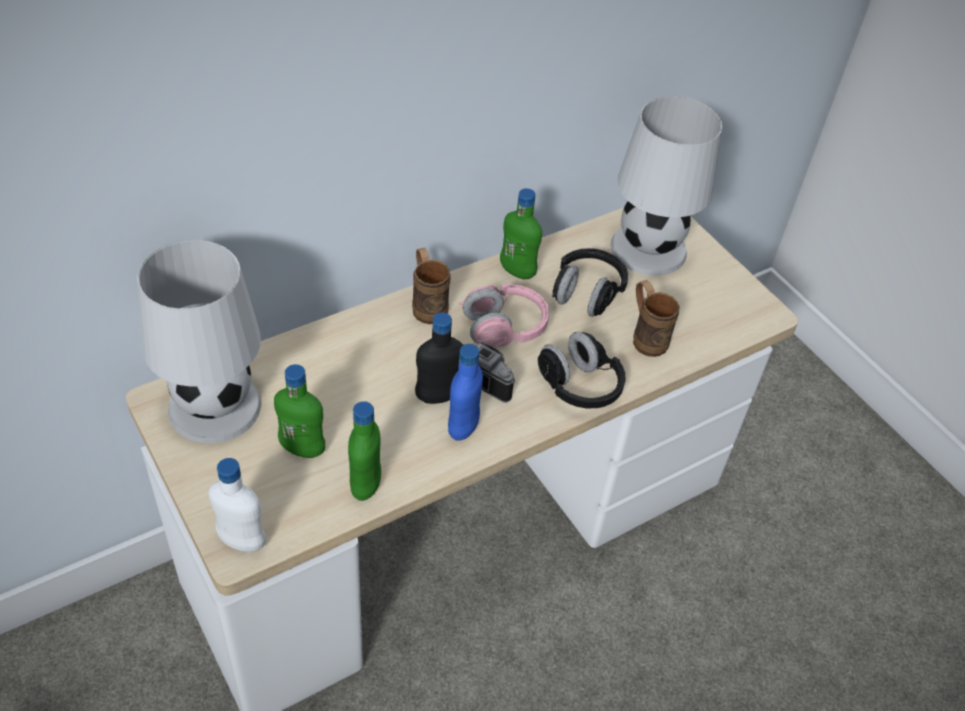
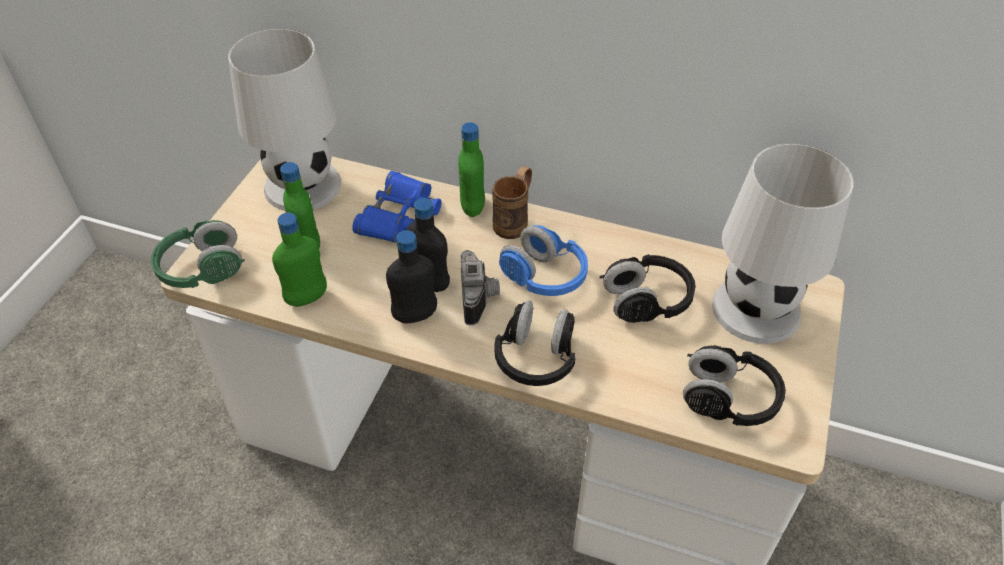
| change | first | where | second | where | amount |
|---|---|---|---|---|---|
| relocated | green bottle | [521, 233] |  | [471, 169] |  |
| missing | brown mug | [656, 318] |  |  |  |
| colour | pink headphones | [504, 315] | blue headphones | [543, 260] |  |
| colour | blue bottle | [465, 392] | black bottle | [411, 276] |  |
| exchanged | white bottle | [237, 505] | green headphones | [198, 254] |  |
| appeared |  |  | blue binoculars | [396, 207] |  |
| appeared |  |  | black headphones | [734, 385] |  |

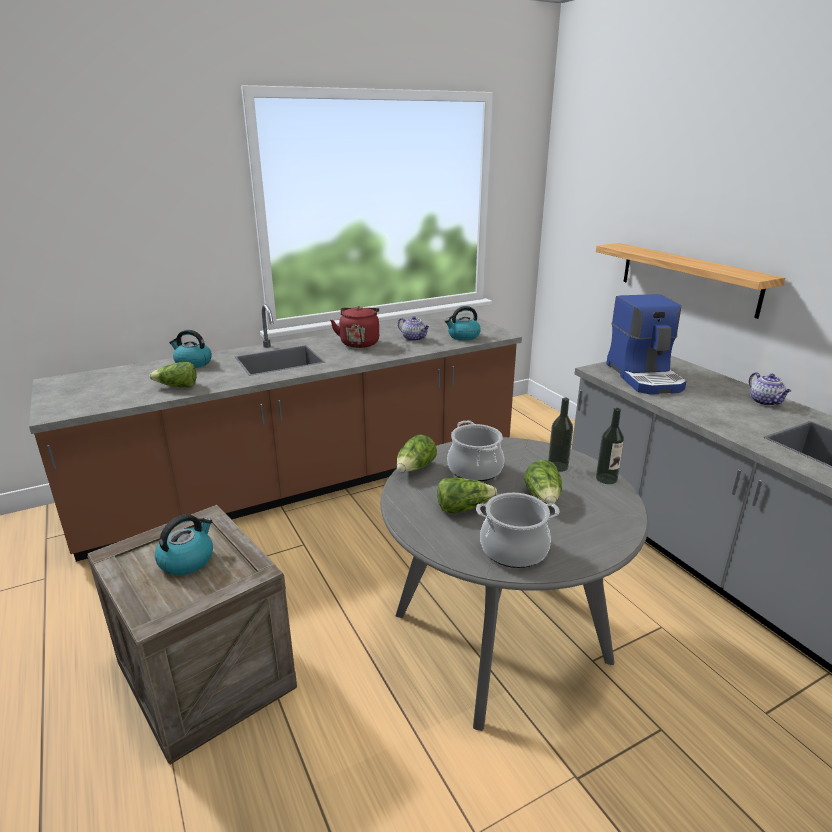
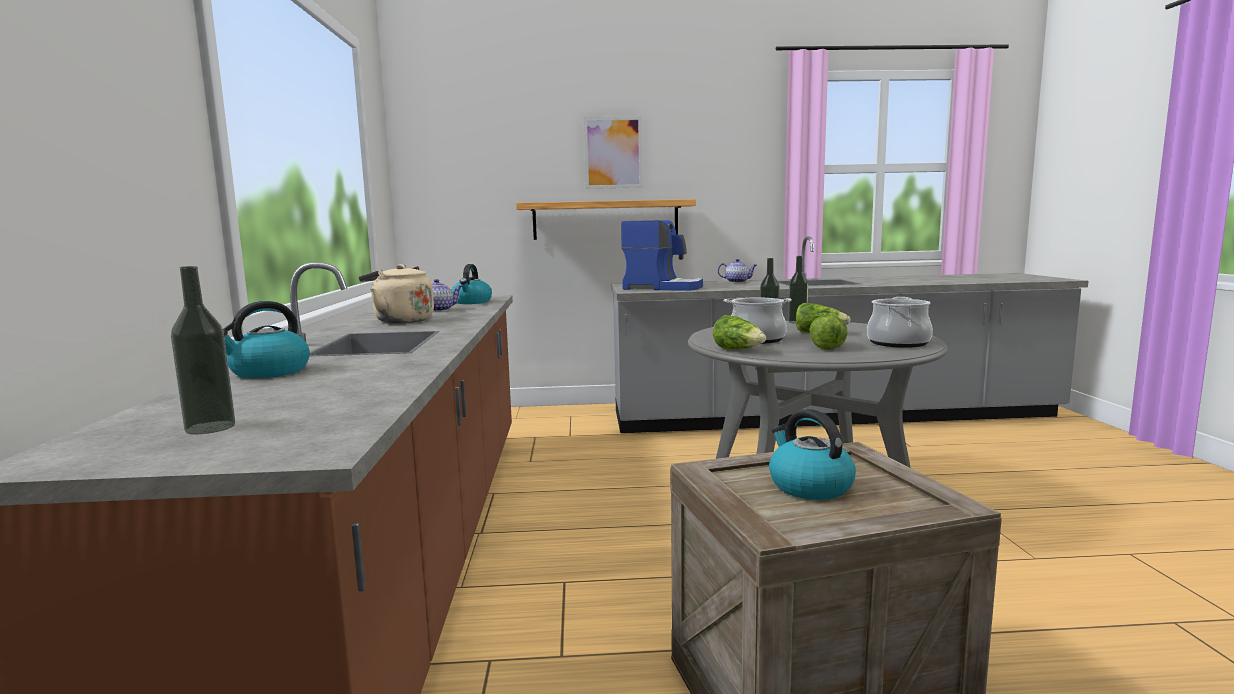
| change | first | where | second | where | amount |
|---|---|---|---|---|---|
| colour | red kettle | [354, 327] | beige kettle | [396, 293] |  |
| missing | lettuce | [173, 374] |  |  |  |
| appeared |  |  | picture | [613, 152] |  |
| appeared |  |  | bottle | [203, 350] |  |

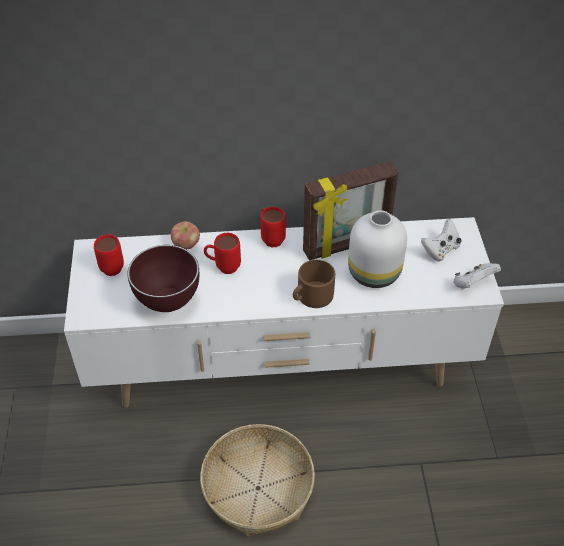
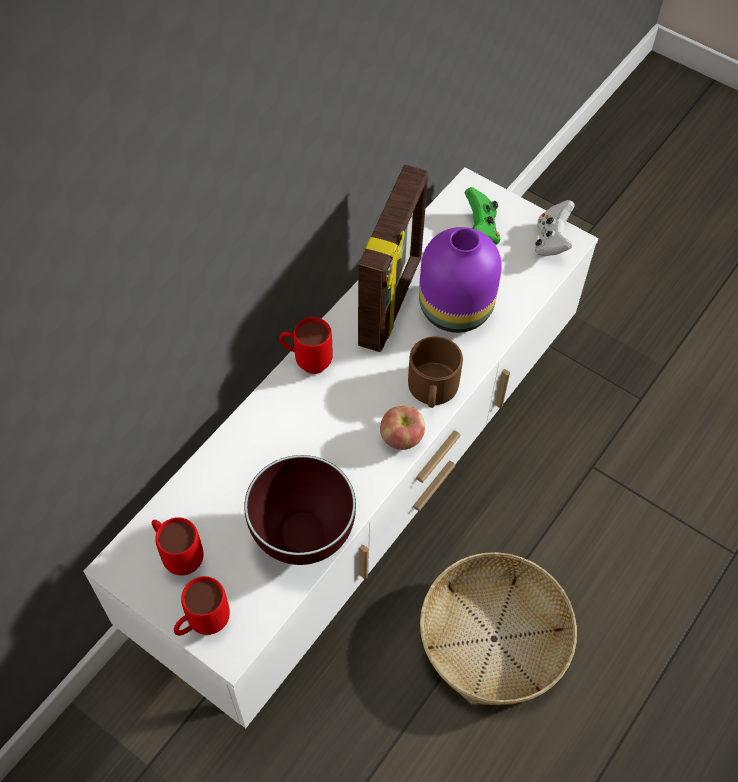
| change | first | where | second | where | amount |
|---|---|---|---|---|---|
| colour | white vase | [377, 249] | purple vase | [460, 280] |  |
| colour | white game controller | [441, 240] | green game controller | [482, 216] |  |
| relocated | apple | [185, 235] |  | [402, 428] |  |
| relocated | red mug | [222, 253] |  | [202, 606] |  |

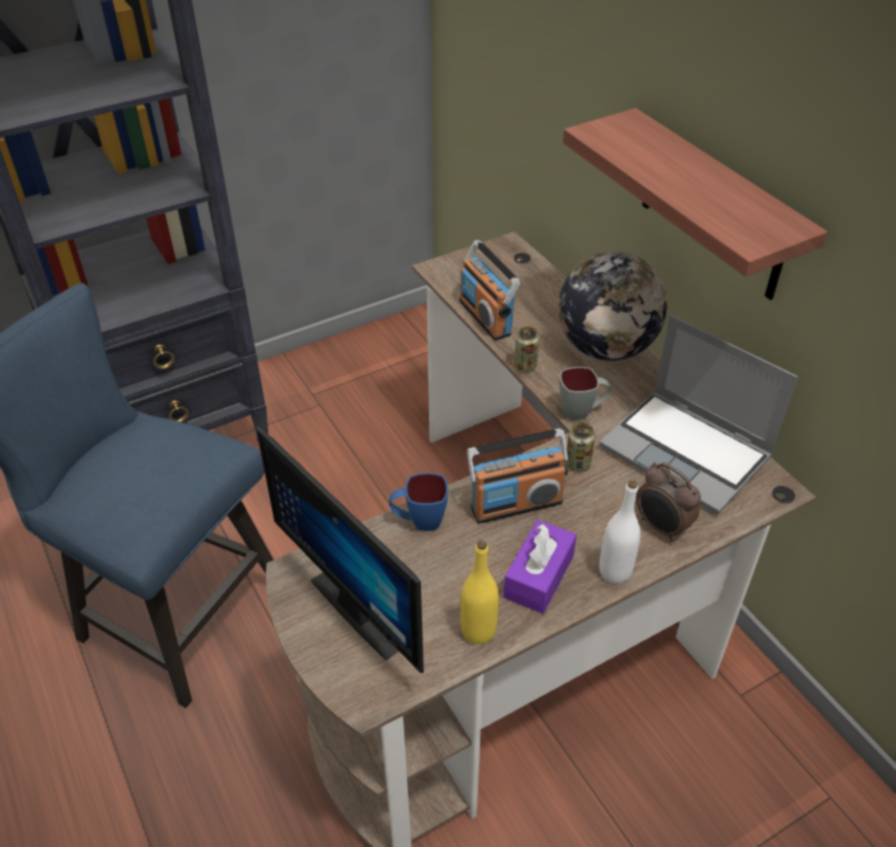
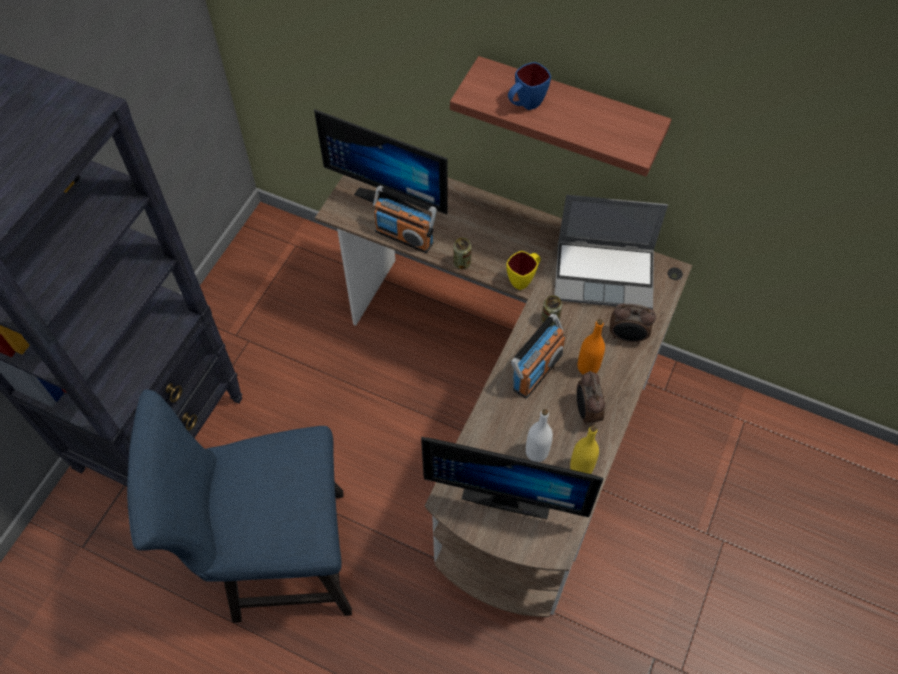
| change | first | where | second | where | amount |
|---|---|---|---|---|---|
| missing | globe | [612, 306] |  |  |  |
| colour | grey mug | [585, 393] | yellow mug | [523, 270] |  |
| relocated | blue mug | [418, 502] |  | [529, 86] |  |
| relocated | white bottle | [620, 532] |  | [539, 435] |  |
| exchanged | purple tissue box | [540, 567] | alarm clock | [591, 397] |  |
| appeared |  |  | monitor | [381, 161] |  |
| appeared |  |  | orange bottle | [591, 347] |  |

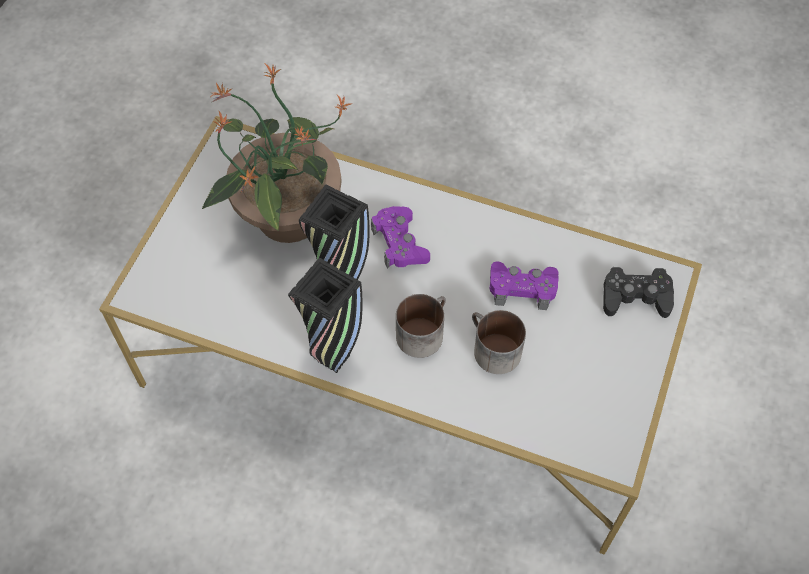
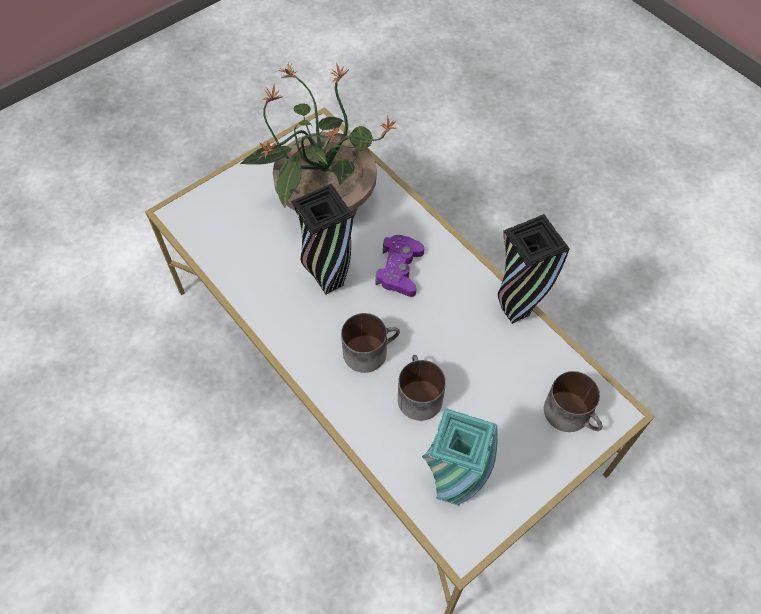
| change | first | where | second | where | amount |
|---|---|---|---|---|---|
| relocated | black vase | [325, 315] |  | [534, 269] |  |
| missing | purple game controller | [524, 285] |  |  |  |
| exchanged | black game controller | [638, 292] | mug | [573, 401] |  |
| appeared |  |  | turquoise vase | [460, 457] |  |

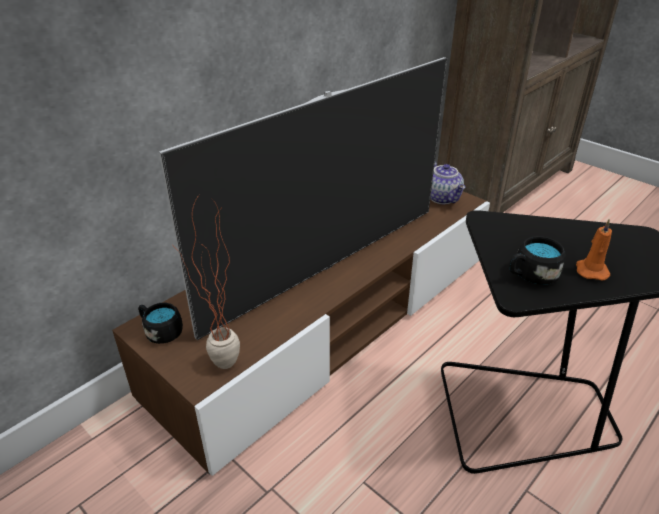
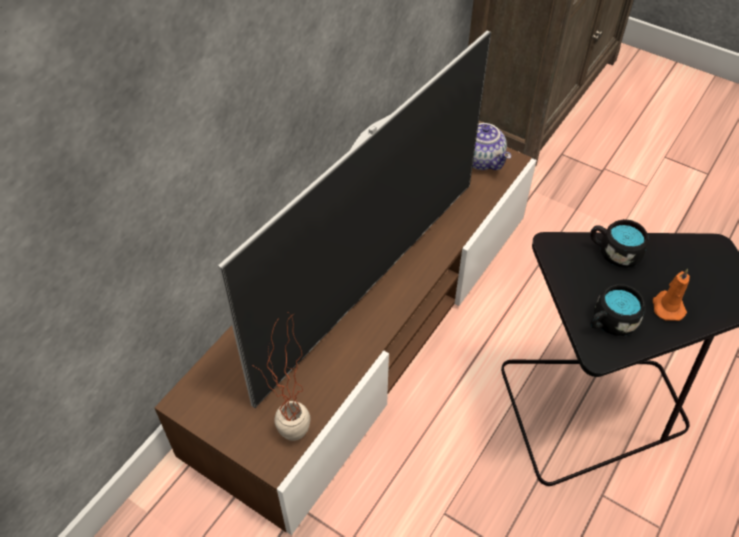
| change | first | where | second | where | amount |
|---|---|---|---|---|---|
| relocated | black mug | [160, 323] |  | [619, 243] |  |

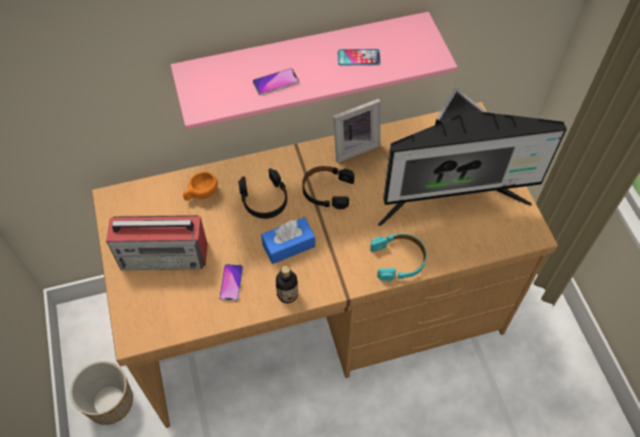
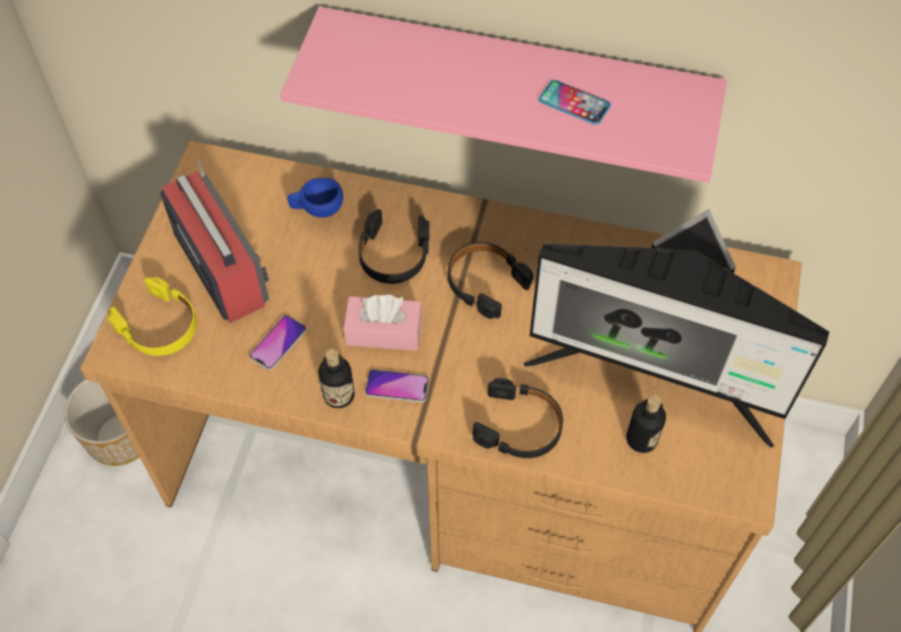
| change | first | where | second | where | amount |
|---|---|---|---|---|---|
| relocated | phone | [276, 81] |  | [397, 386] |  |
| missing | picture frame | [356, 131] |  |  |  |
| colour | orange cup | [200, 186] | blue cup | [315, 197] |  |
| spun | radio | [156, 242] |  | [214, 241] | 150 degrees counterclockwise |
| colour | blue tissue box | [288, 240] | pink tissue box | [382, 323] |  |
| colour | turquoise headphones | [398, 257] | black headphones | [517, 418] |  |
| appeared |  |  | yellow headphones | [152, 316] |  |
| appeared |  |  | bottle | [646, 423] |  |

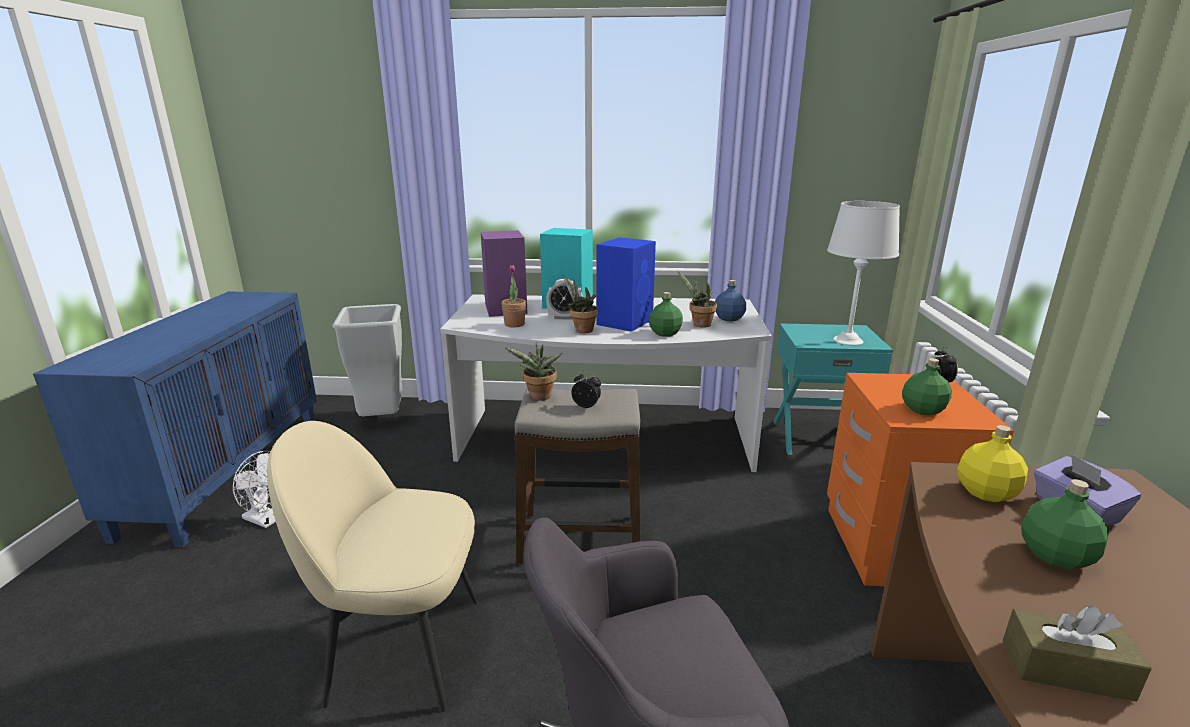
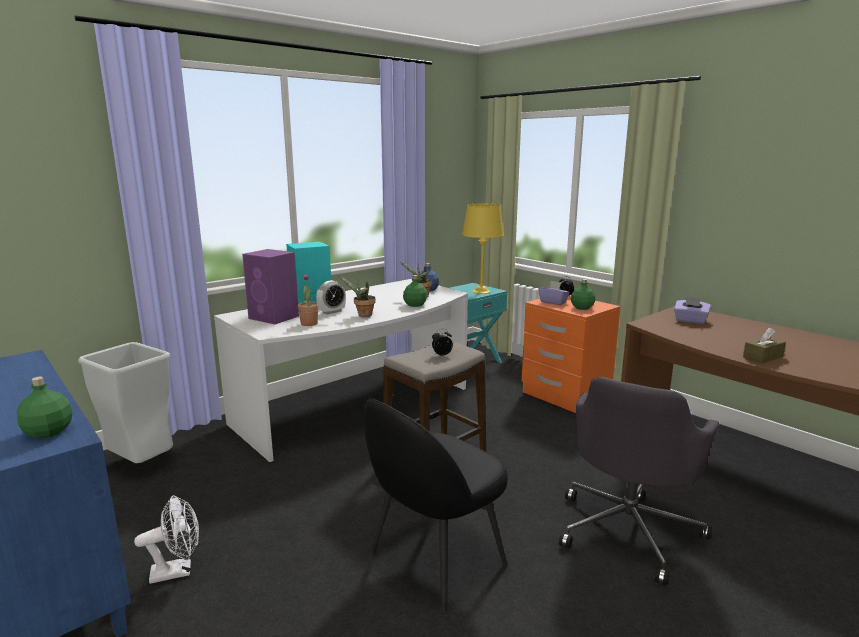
| change | first | where | second | where | amount |
|---|---|---|---|---|---|
| colour | white table lamp | [863, 273] | yellow table lamp | [483, 249] |  |
| missing | blue speaker | [626, 284] |  |  |  |
| missing | potted plant | [534, 371] |  |  |  |
| colour | beige chair | [372, 566] | black chair | [436, 505] |  |
| missing | yellow bottle | [992, 463] |  |  |  |
| relocated | green bottle | [1065, 524] |  | [45, 407] |  |
| appeared |  |  | purple tissue box | [554, 293] |  |

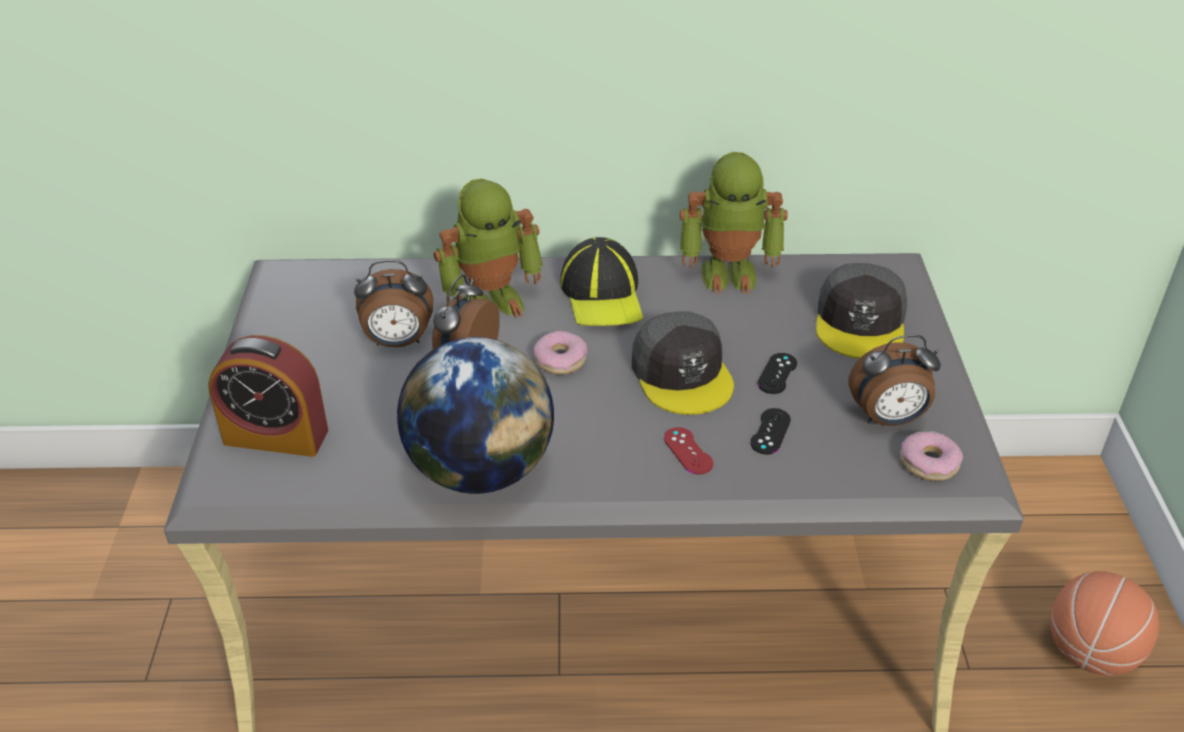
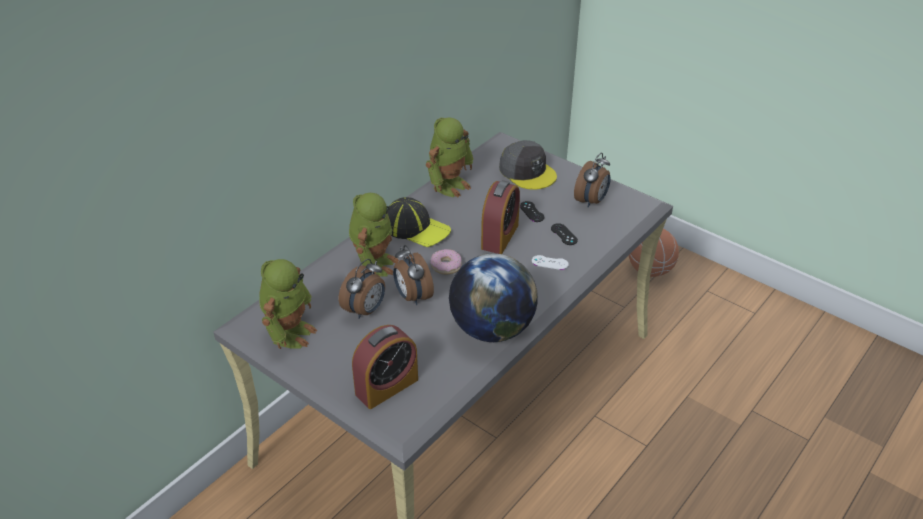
| change | first | where | second | where | amount |
|---|---|---|---|---|---|
| exchanged | grey cap | [683, 363] | alarm clock | [500, 217] |  |
| colour | red game controller | [688, 450] | white game controller | [550, 262] |  |
| missing | donut | [931, 456] |  |  |  |
| appeared |  |  | toy robot | [288, 304] |  |

